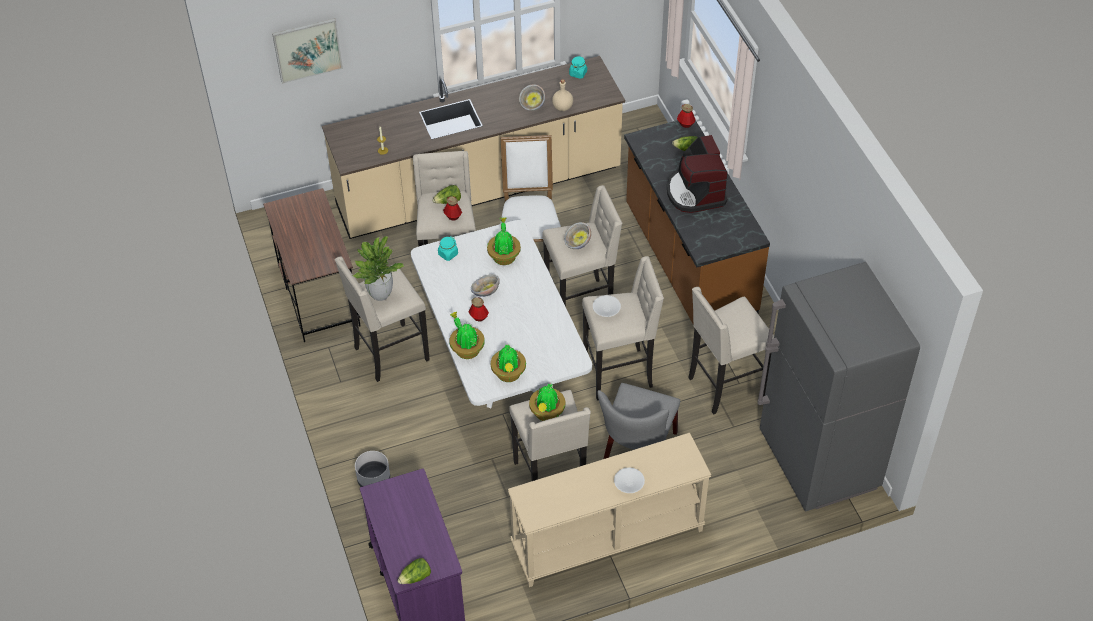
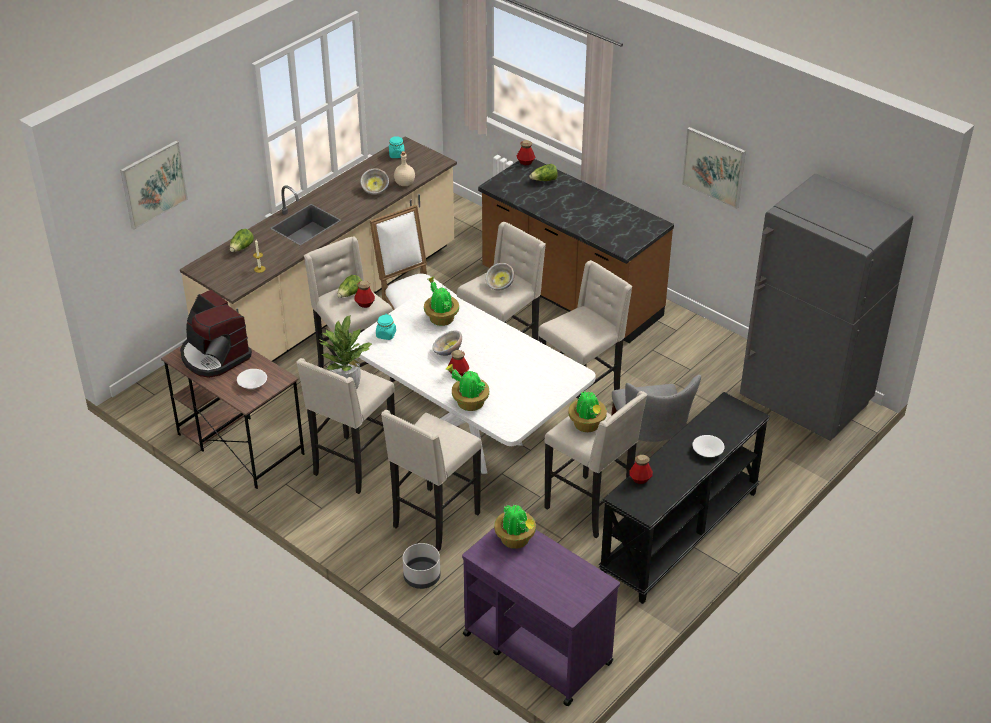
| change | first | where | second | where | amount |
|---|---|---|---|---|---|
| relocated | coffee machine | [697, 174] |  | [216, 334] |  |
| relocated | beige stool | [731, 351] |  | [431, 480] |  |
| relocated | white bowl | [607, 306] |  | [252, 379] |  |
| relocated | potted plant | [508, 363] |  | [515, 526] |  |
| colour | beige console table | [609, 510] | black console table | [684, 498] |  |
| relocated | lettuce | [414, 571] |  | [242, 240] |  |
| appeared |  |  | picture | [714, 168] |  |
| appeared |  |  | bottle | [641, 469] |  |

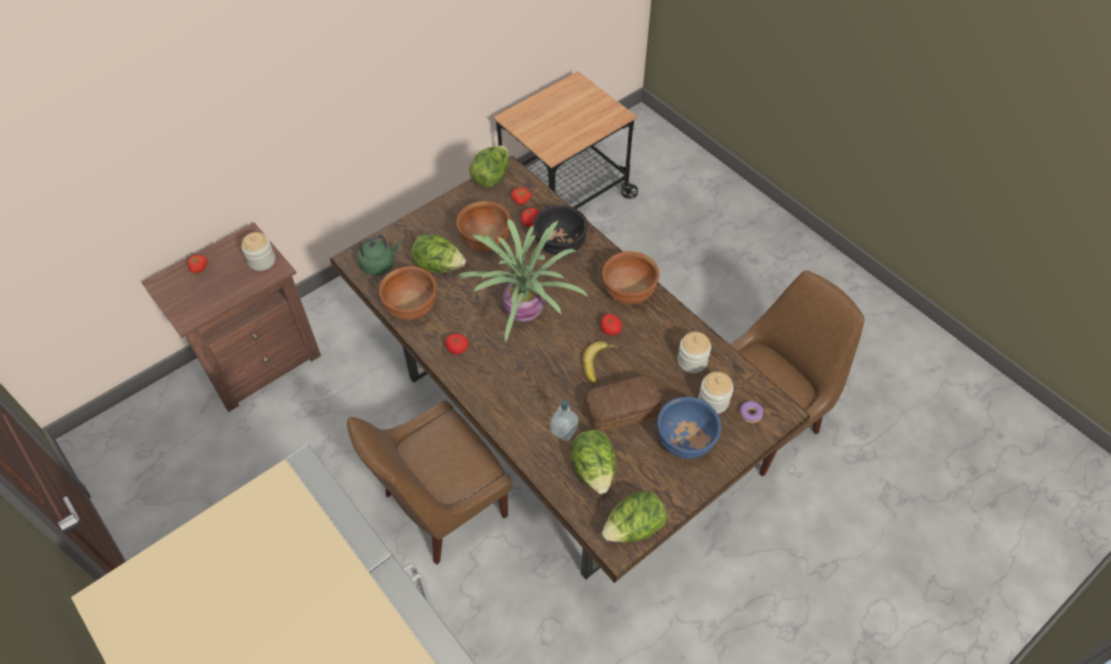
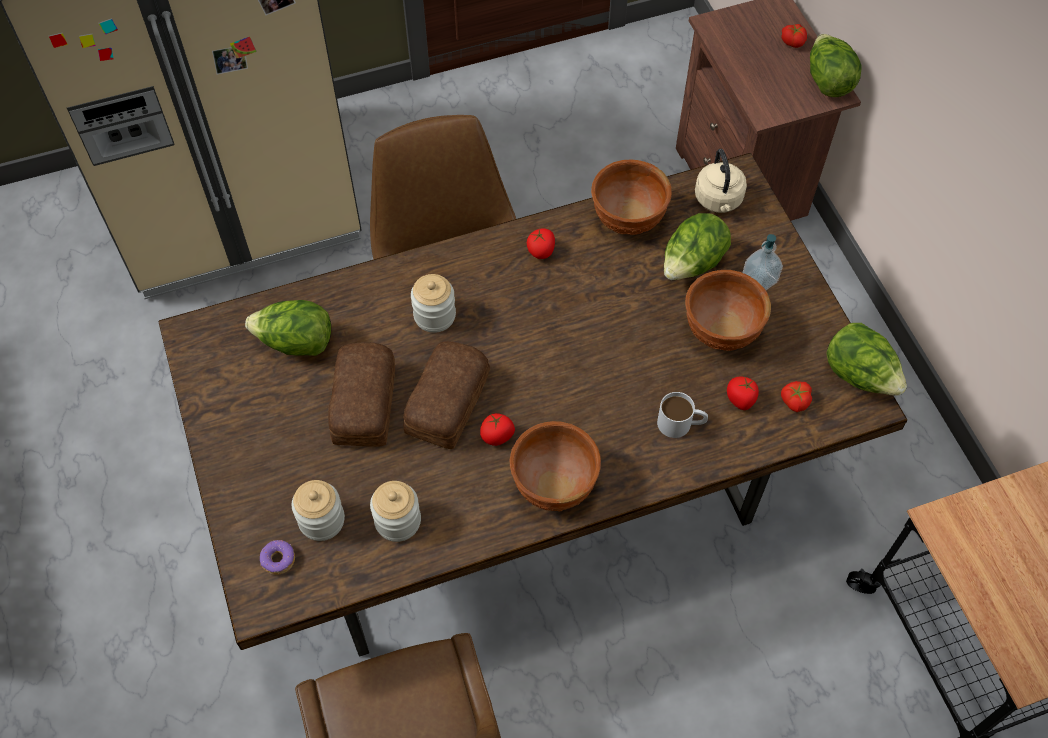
| change | first | where | second | where | amount |
|---|---|---|---|---|---|
| exchanged | black bowl | [560, 230] | white mug | [682, 415] |  |
| missing | potted plant | [523, 280] |  |  |  |
| relocated | jar | [258, 251] |  | [433, 303] |  |
| colour | green kettle | [379, 255] | beige kettle | [721, 181] |  |
| exchanged | banana | [600, 362] | bread | [446, 395] |  |
| missing | blue bowl | [690, 428] |  |  |  |
| relocated | soap dispenser | [564, 420] |  | [763, 262] |  |
| relocated | lettuce | [634, 516] |  | [836, 65] |  |

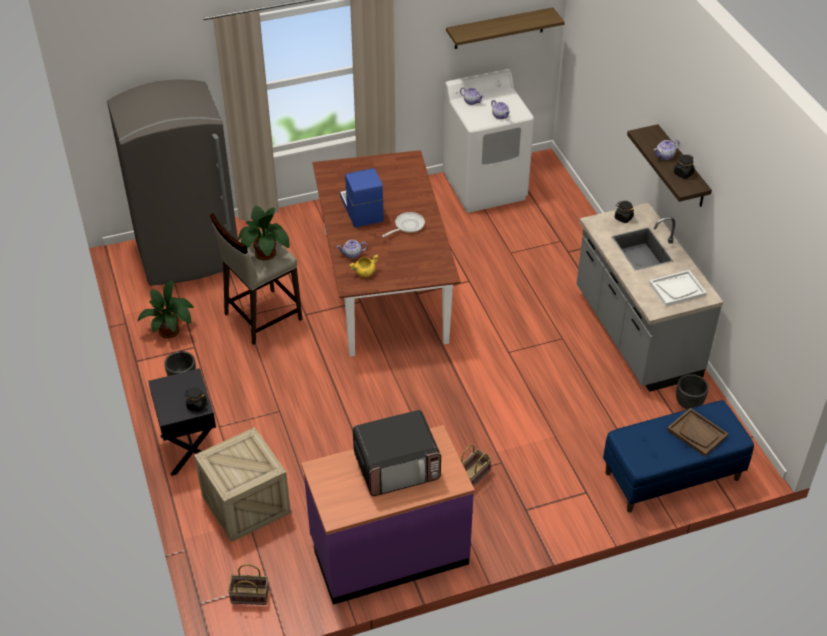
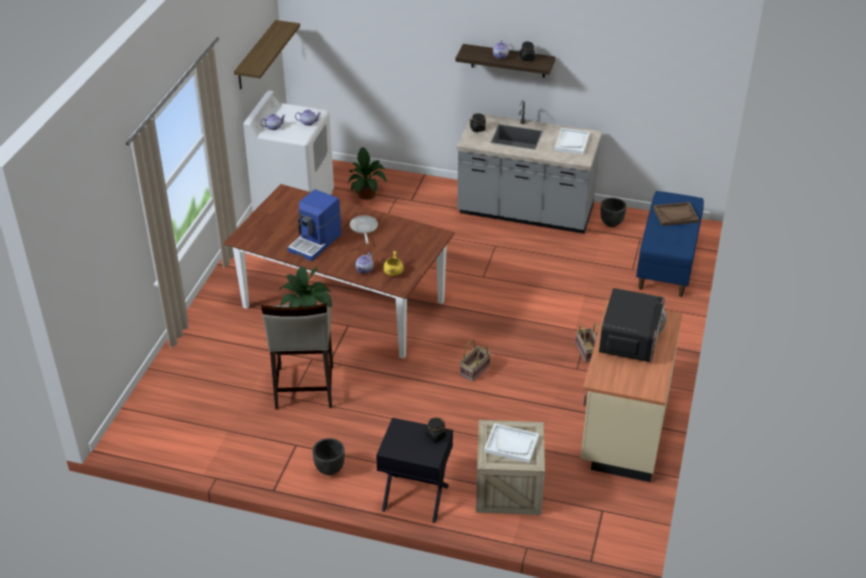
| change | first | where | second | where | amount |
|---|---|---|---|---|---|
| missing | grey fridge | [172, 183] |  |  |  |
| spun | coffee machine | [362, 198] |  | [314, 225] | 75 degrees counterclockwise |
| relocated | potted plant | [165, 309] |  | [367, 173] |  |
| colour | purple counter | [388, 515] | beige counter | [632, 391] |  |
| relocated | basket | [248, 584] |  | [475, 360] |  |
| appeared |  |  | white tray | [511, 443] |  |

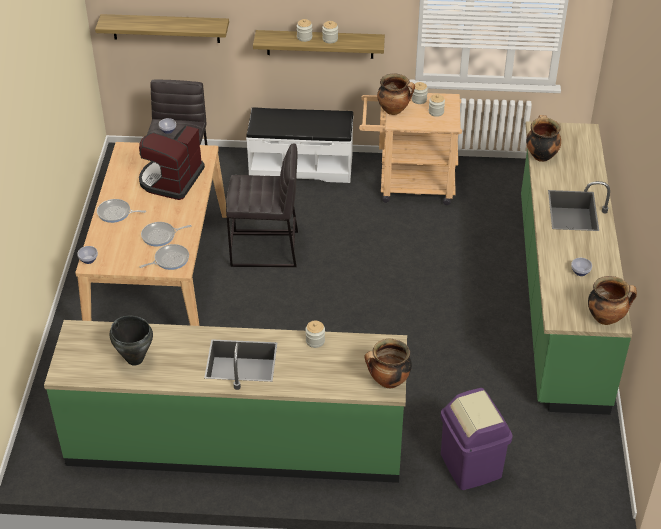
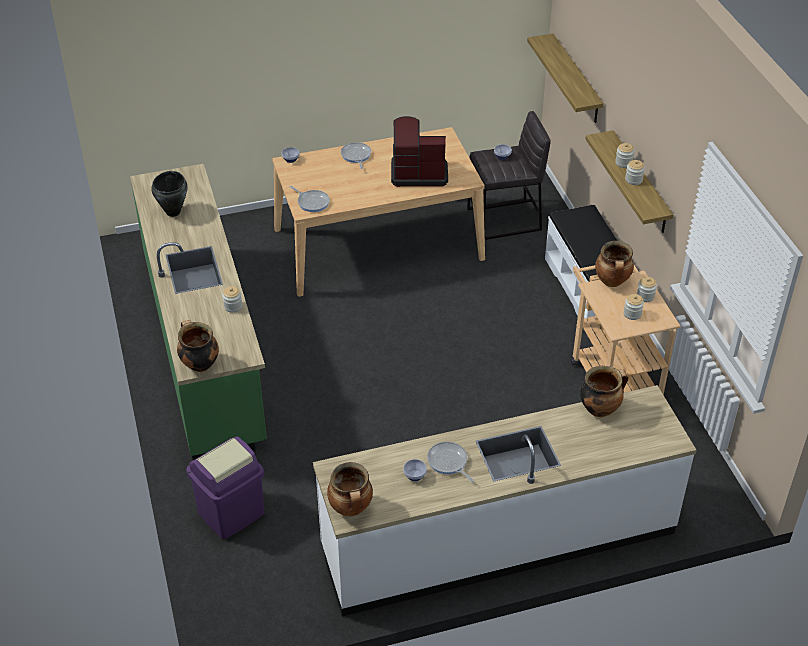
| change | first | where | second | where | amount |
|---|---|---|---|---|---|
| colour | green counter | [576, 268] | white counter | [505, 500] |  |
| missing | grey stool | [262, 205] |  |  |  |
| relocated | frying pan | [166, 234] |  | [450, 462] |  |

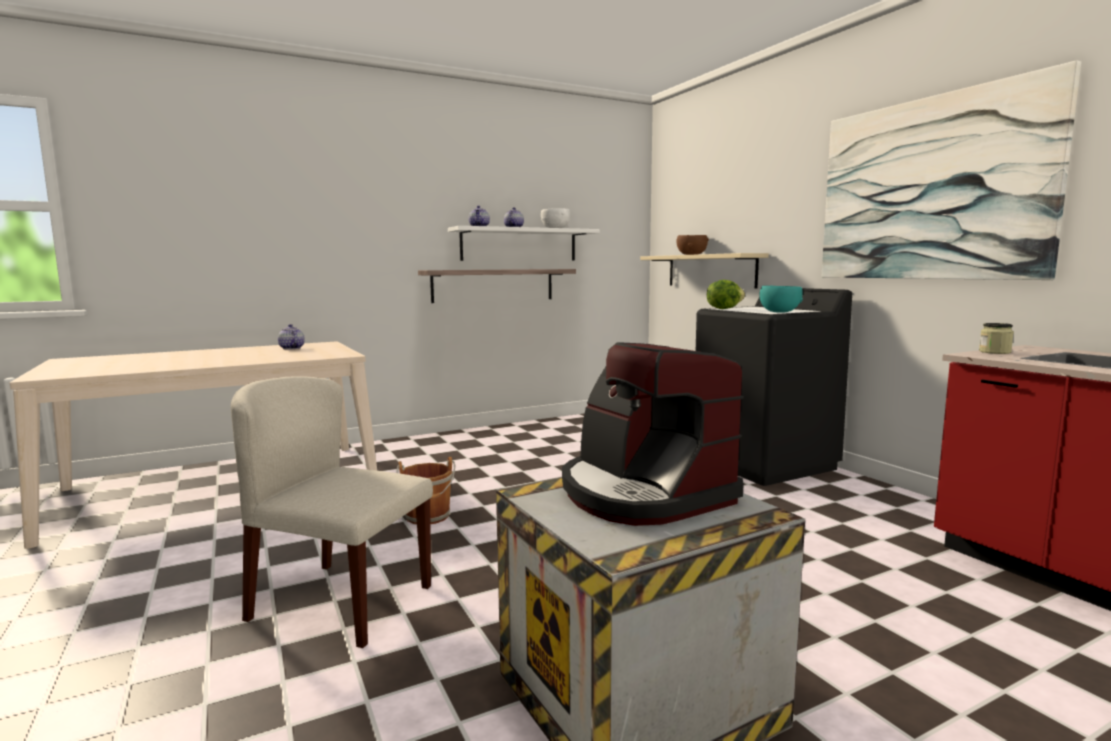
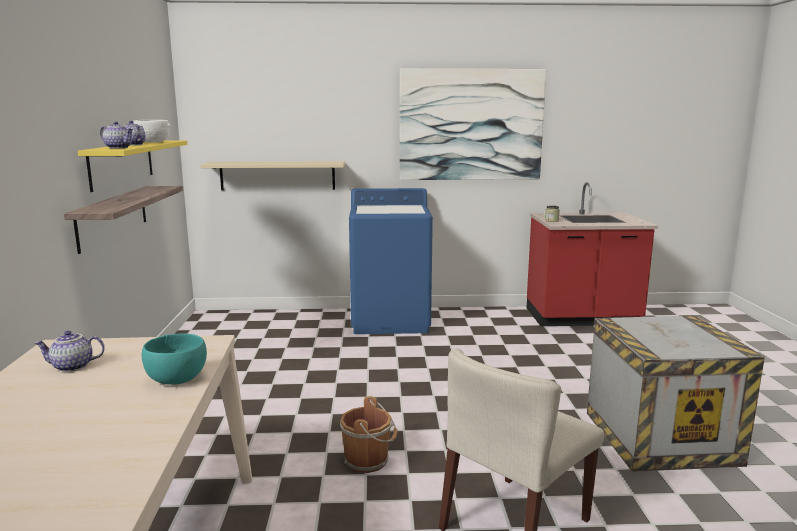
| change | first | where | second | where | amount |
|---|---|---|---|---|---|
| colour | white shelf | [524, 243] | yellow shelf | [132, 166] |  |
| missing | brown bowl | [693, 245] |  |  |  |
| missing | lettuce | [726, 294] |  |  |  |
| relocated | turquoise bowl | [781, 299] |  | [174, 359] |  |
| colour | black washing machine | [774, 387] | blue washing machine | [391, 261] |  |
| missing | coffee machine | [653, 434] |  |  |  |

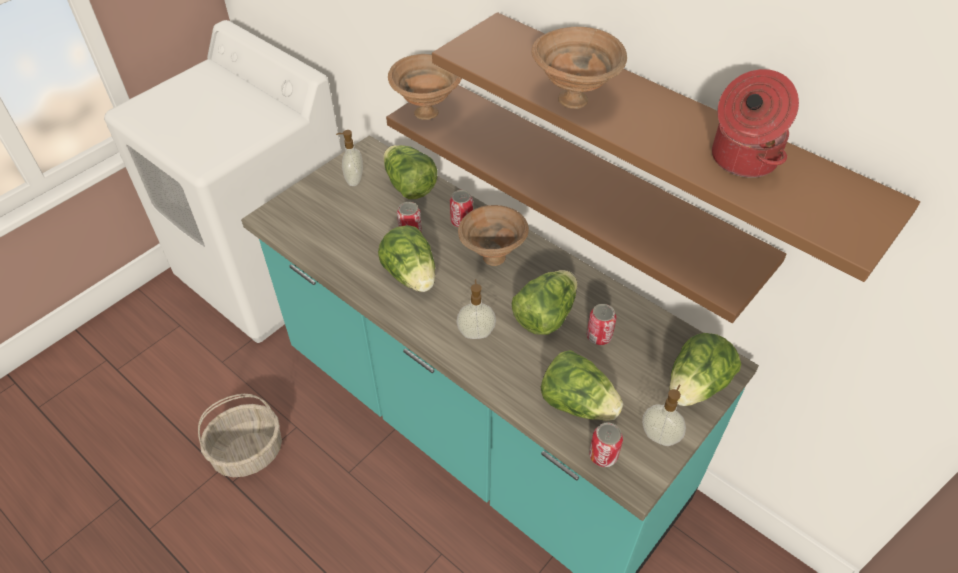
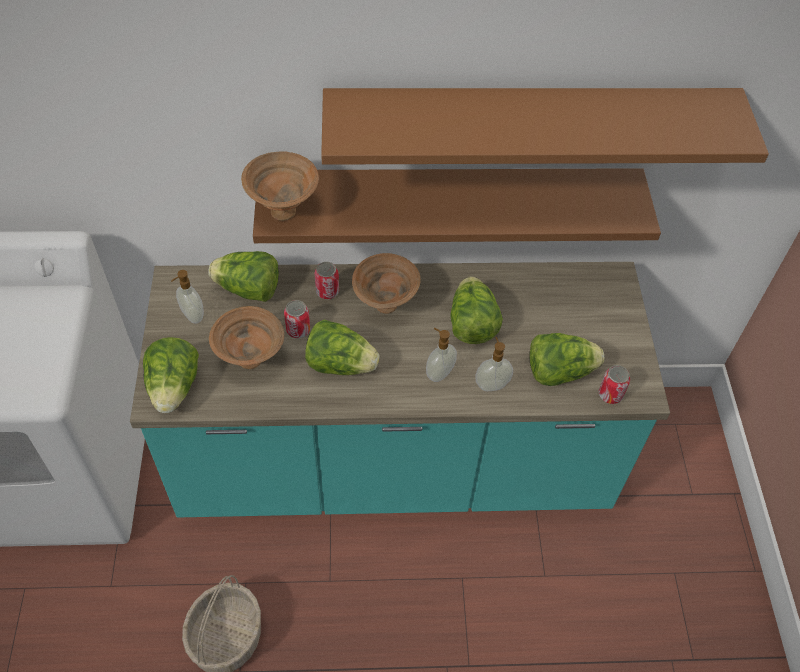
| change | first | where | second | where | amount |
|---|---|---|---|---|---|
| relocated | brown bowl | [579, 68] |  | [246, 337] |  |
| missing | cooking pot | [755, 123] |  |  |  |
| missing | can | [601, 324] |  |  |  |
| relocated | lettuce | [705, 369] |  | [171, 375] |  |
| relocated | soap dispenser | [664, 415] |  | [494, 364] |  |

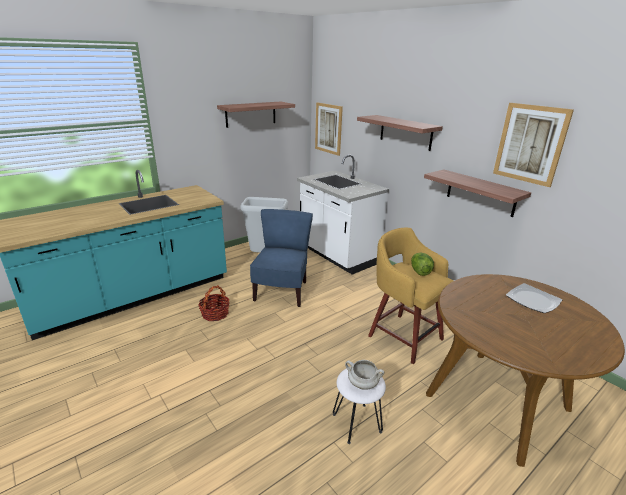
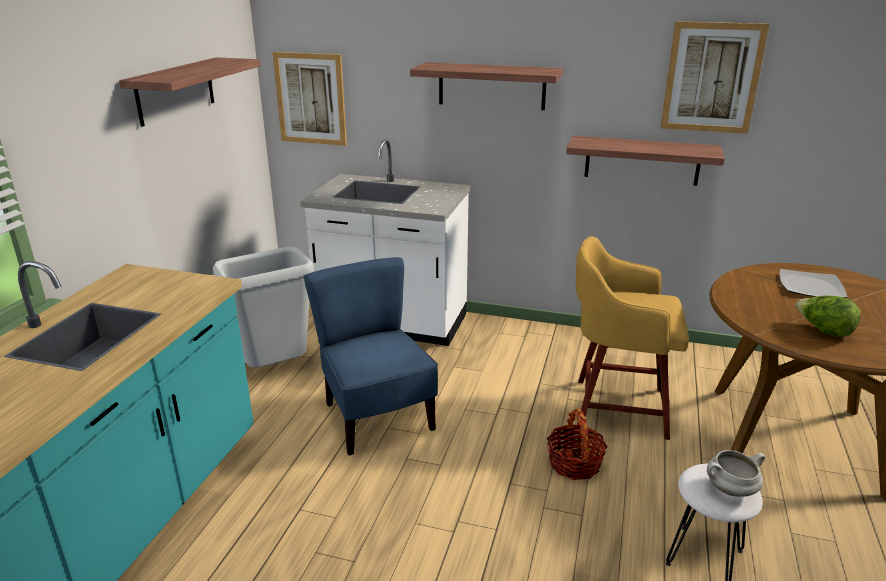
| change | first | where | second | where | amount |
|---|---|---|---|---|---|
| relocated | lettuce | [422, 264] |  | [828, 317] |  |
| relocated | basket | [214, 303] |  | [577, 444] |  |

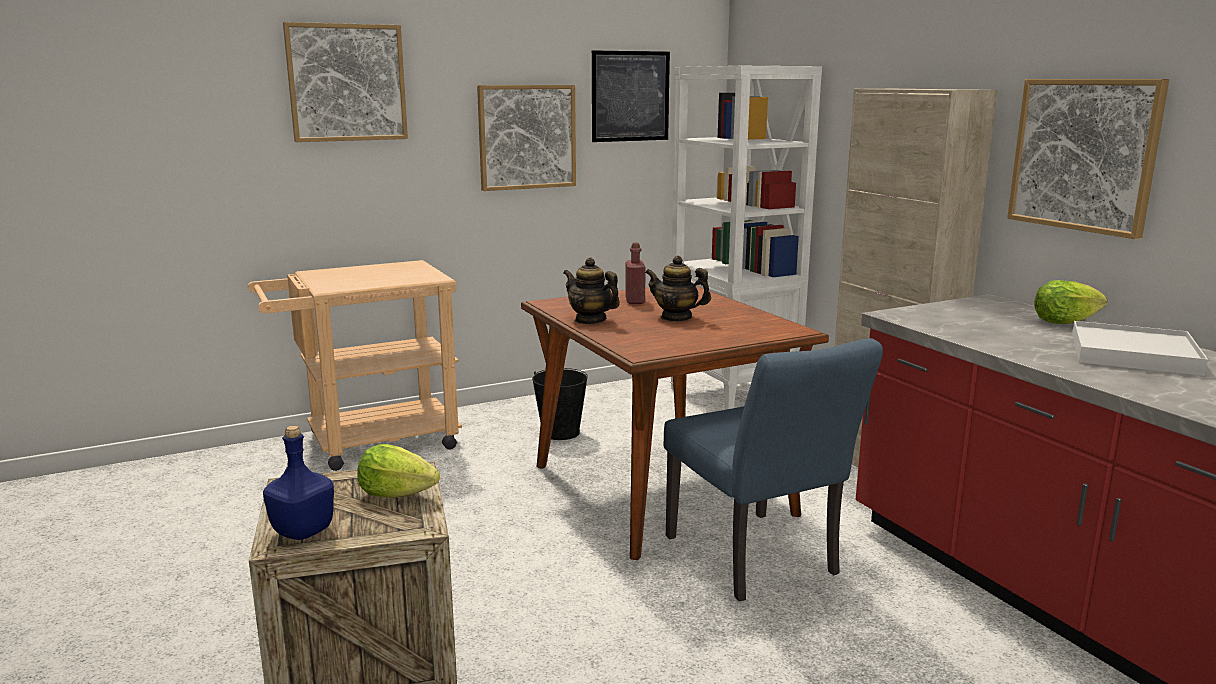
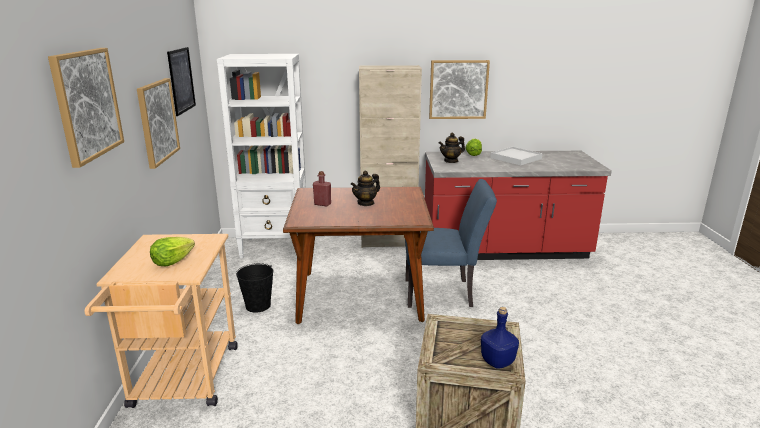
| change | first | where | second | where | amount |
|---|---|---|---|---|---|
| relocated | teapot | [591, 290] |  | [452, 148] |  |
| relocated | lettuce | [398, 471] |  | [172, 251] |  |

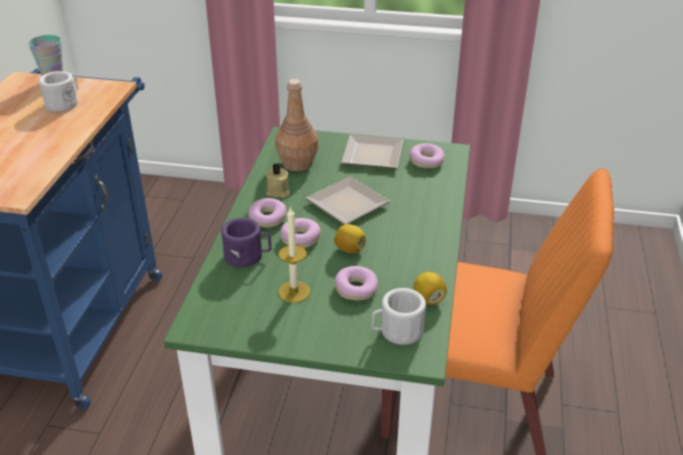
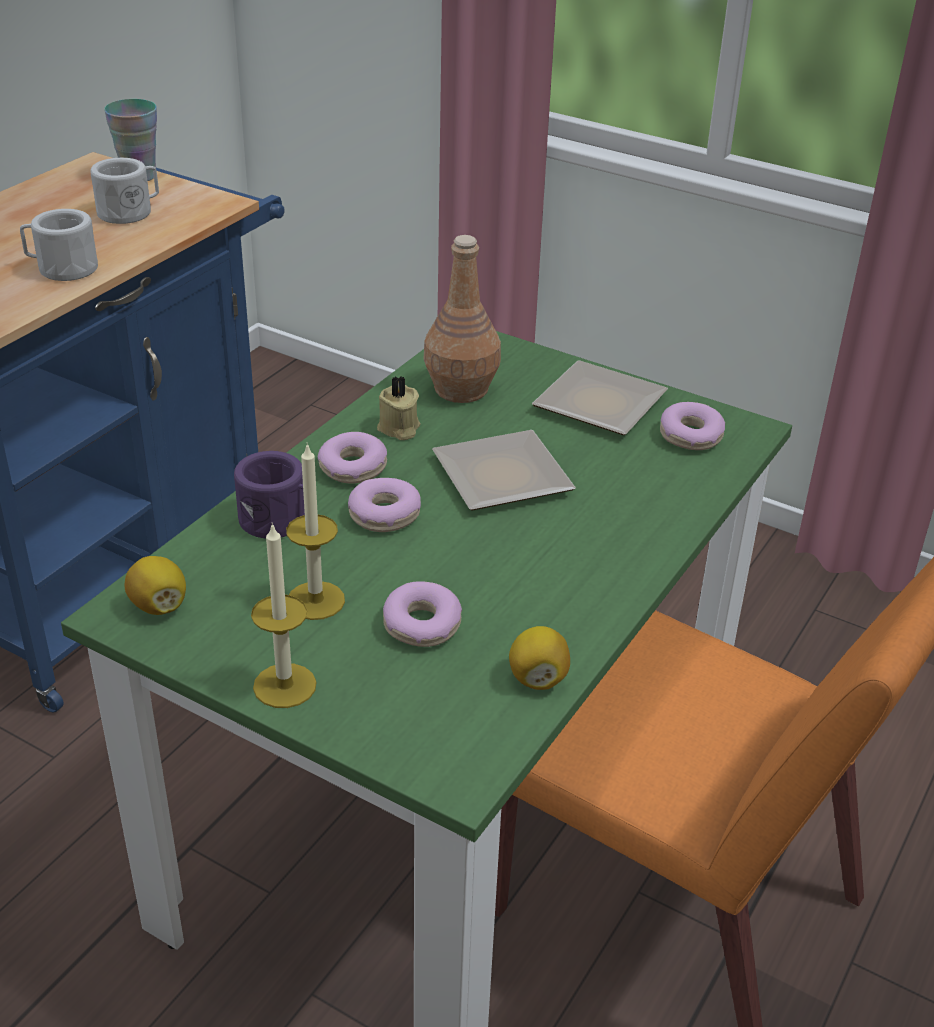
| change | first | where | second | where | amount |
|---|---|---|---|---|---|
| relocated | lemon | [350, 238] |  | [155, 585] |  |
| relocated | white mug | [399, 316] |  | [59, 245] |  |
| appeared |  |  | candle | [283, 615] |  |

